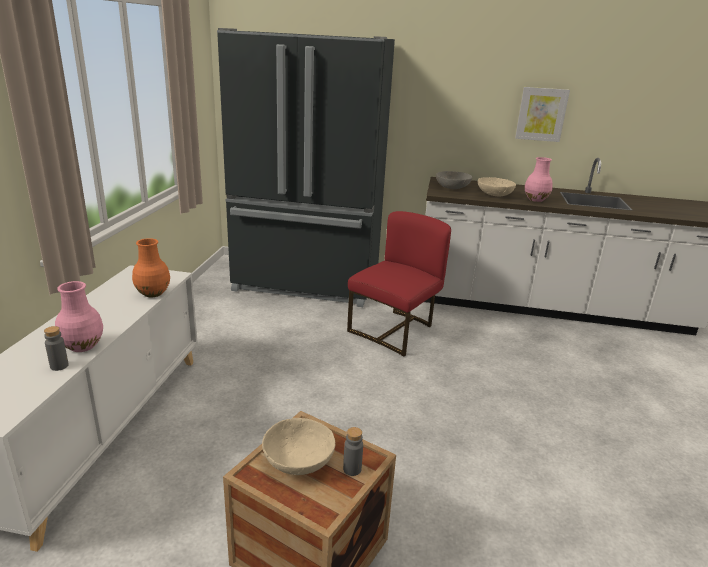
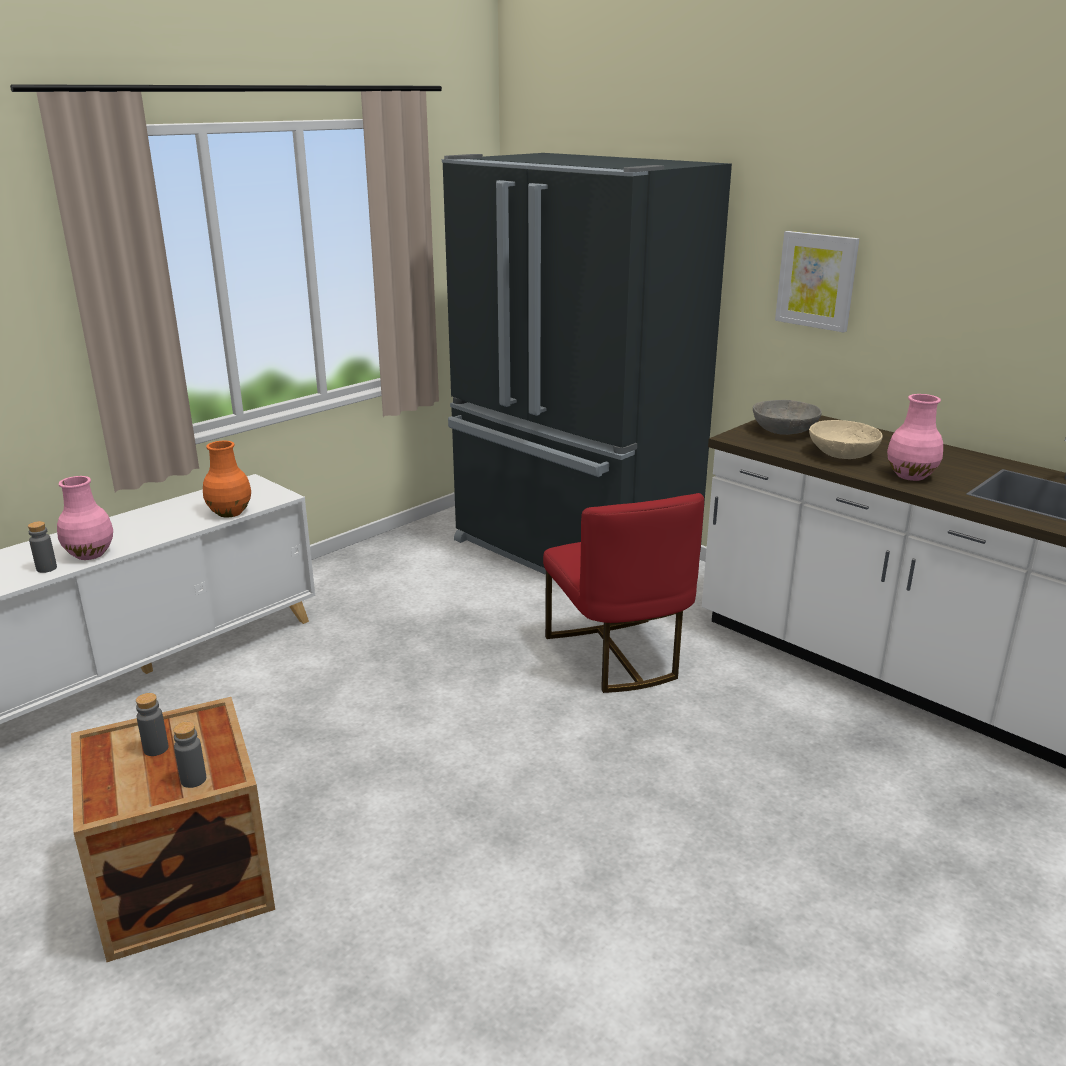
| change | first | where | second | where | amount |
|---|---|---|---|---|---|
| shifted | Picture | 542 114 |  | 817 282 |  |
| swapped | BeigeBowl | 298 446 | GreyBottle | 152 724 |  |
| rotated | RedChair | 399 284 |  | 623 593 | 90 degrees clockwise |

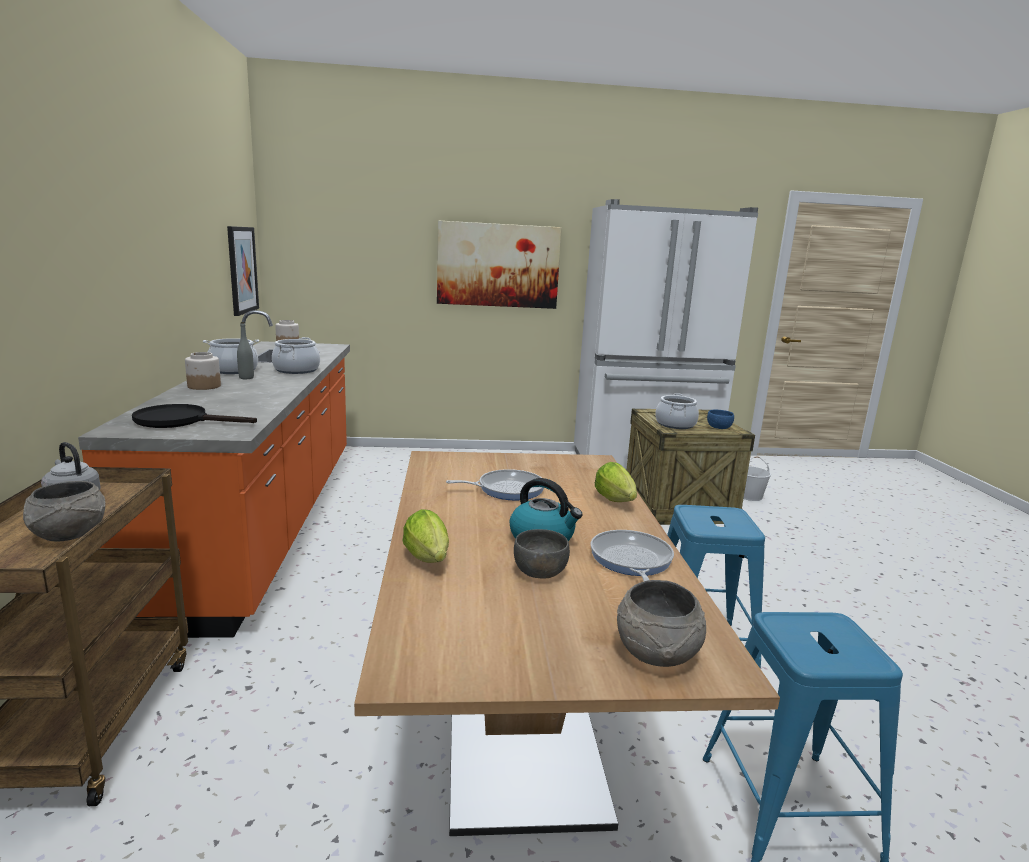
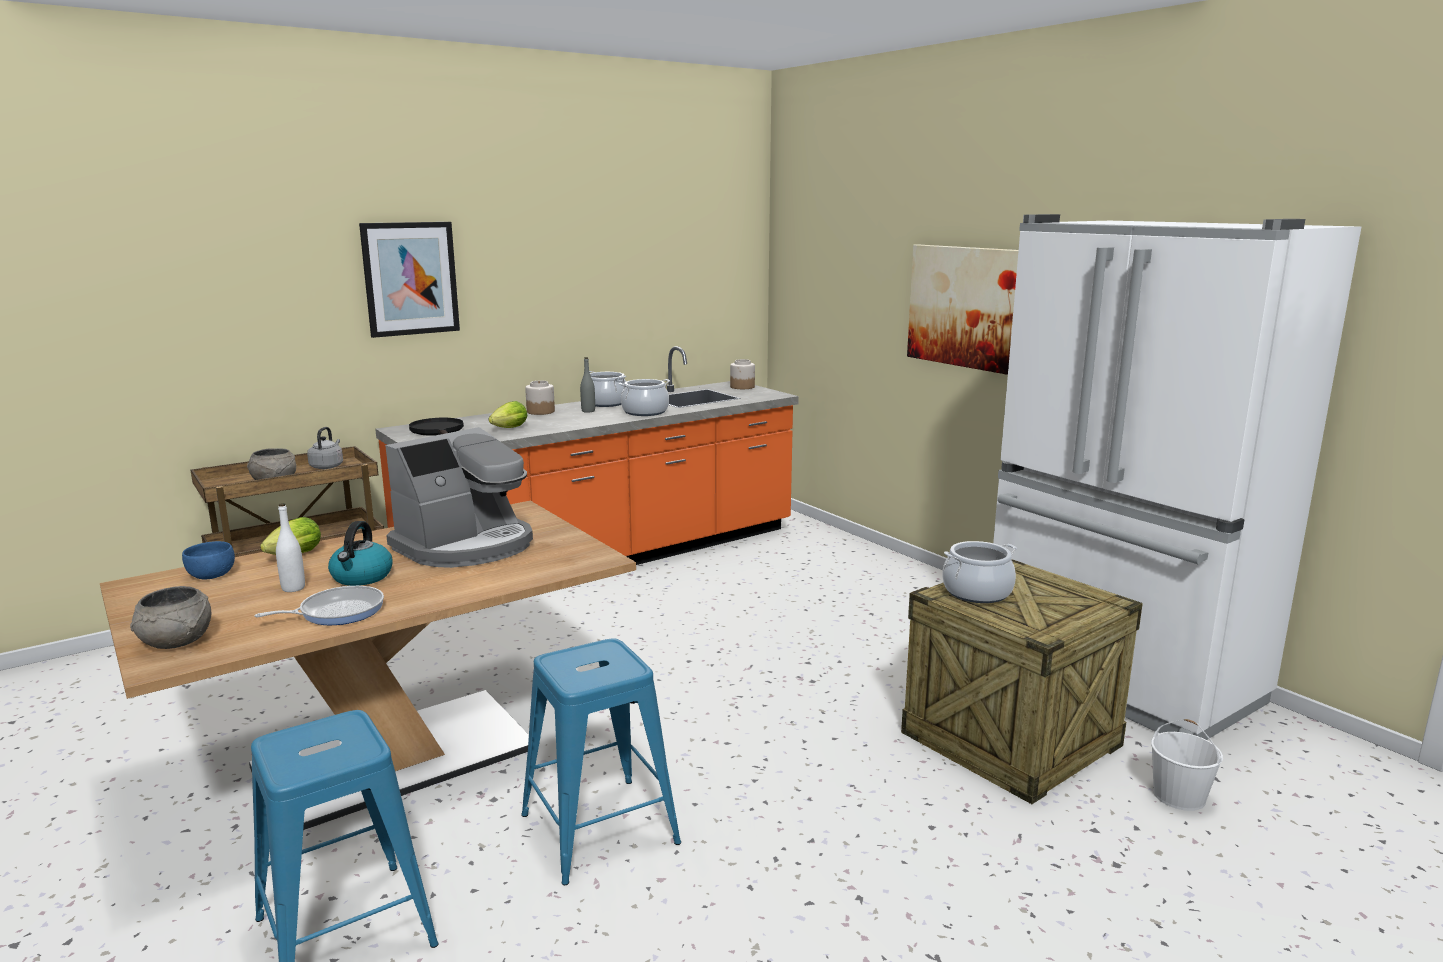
| change | first | where | second | where | amount |
|---|---|---|---|---|---|
| shifted | Picture | 243 271 |  | 409 280 |  |
| shifted | Lettuce | 616 482 |  | 508 414 |  |
| shifted | BlueBowl | 720 419 |  | 208 560 |  |
| swapped | FryingPan | 495 484 | CoffeeMachine | 459 497 |  |
| swapped | GreyBowl | 542 554 | WhiteBottle | 290 547 |  |

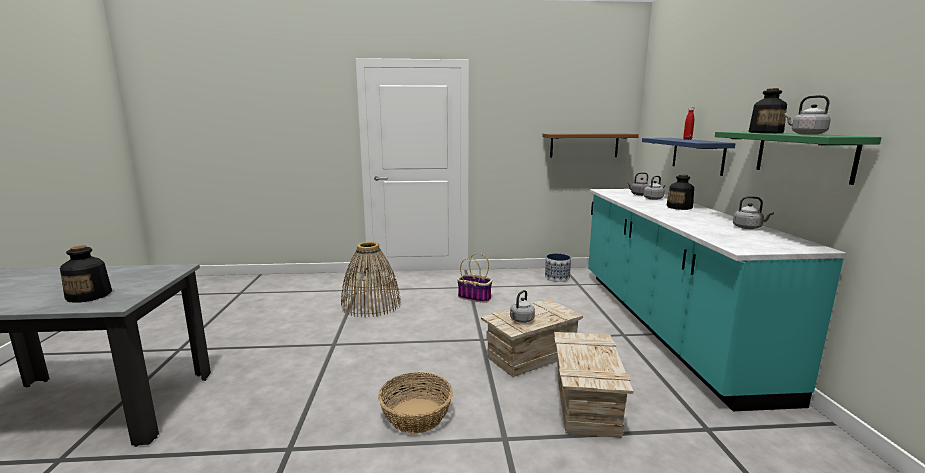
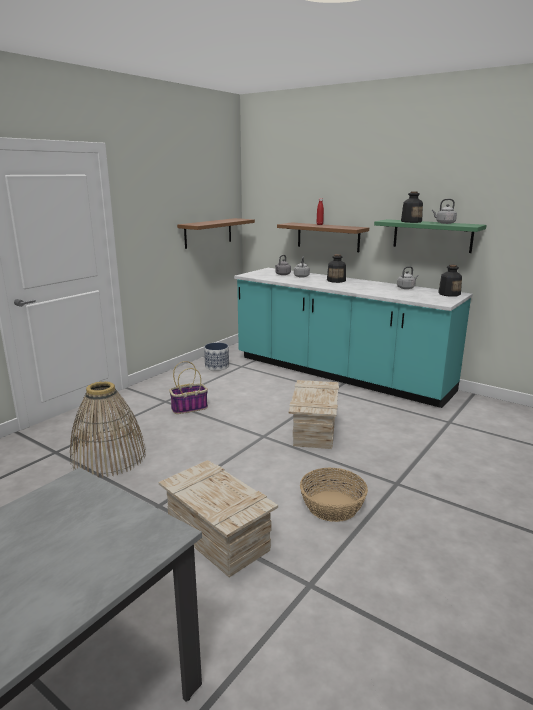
| change | first | where | second | where | amount |
|---|---|---|---|---|---|
| gone | GreyKettle | 522 306 |  |  |  |
| shifted | Bottle | 86 274 |  | 450 281 |  |
| shifted | Crate | 593 385 |  | 218 518 |  |
| repainted | BlueShelf | 688 157 | BrownShelf | 323 237 |  |

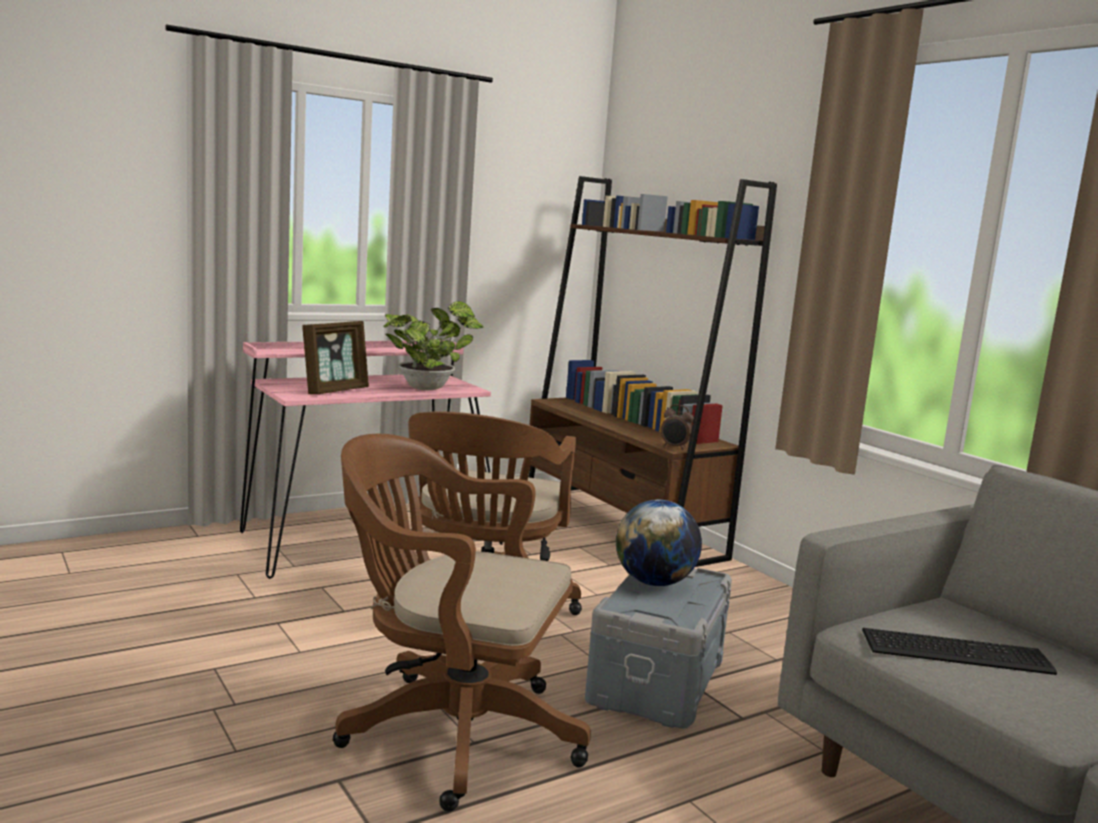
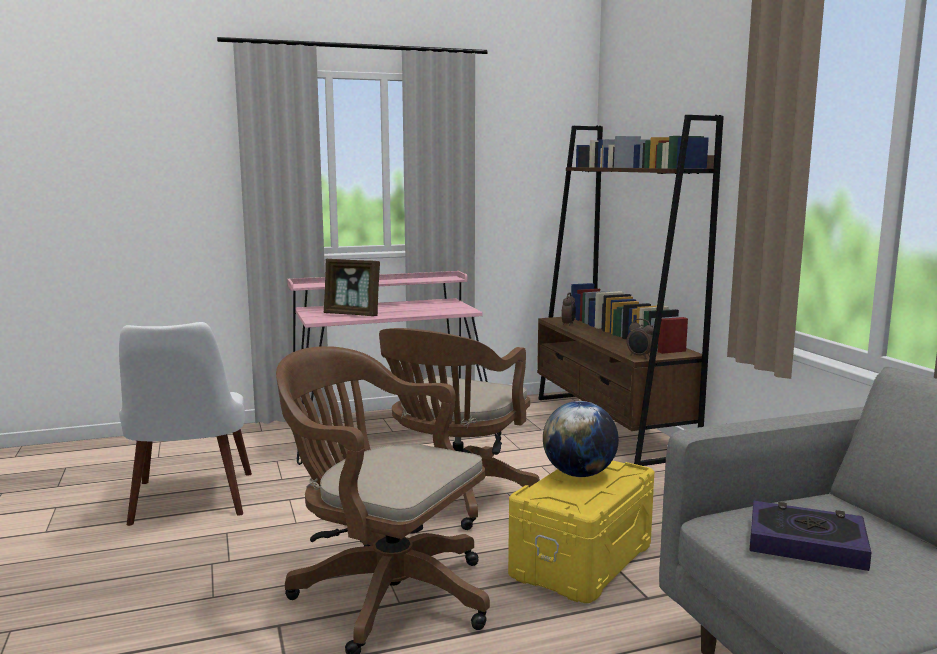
| change | first | where | second | where | amount |
|---|---|---|---|---|---|
| gone | PottedPlant | 433 345 |  |  |  |
| new |  |  | WhiteChair | 185 424 |  |
| new |  |  | AlarmClock | 568 309 |  |
| swapped | Keyboard | 959 651 | Book | 810 536 |  |
| repainted | GreyStorageBox | 658 648 | YellowStorageBox | 581 532 |  |
| rotated | PictureFrame | 335 357 |  | 352 287 | 60 degrees clockwise |

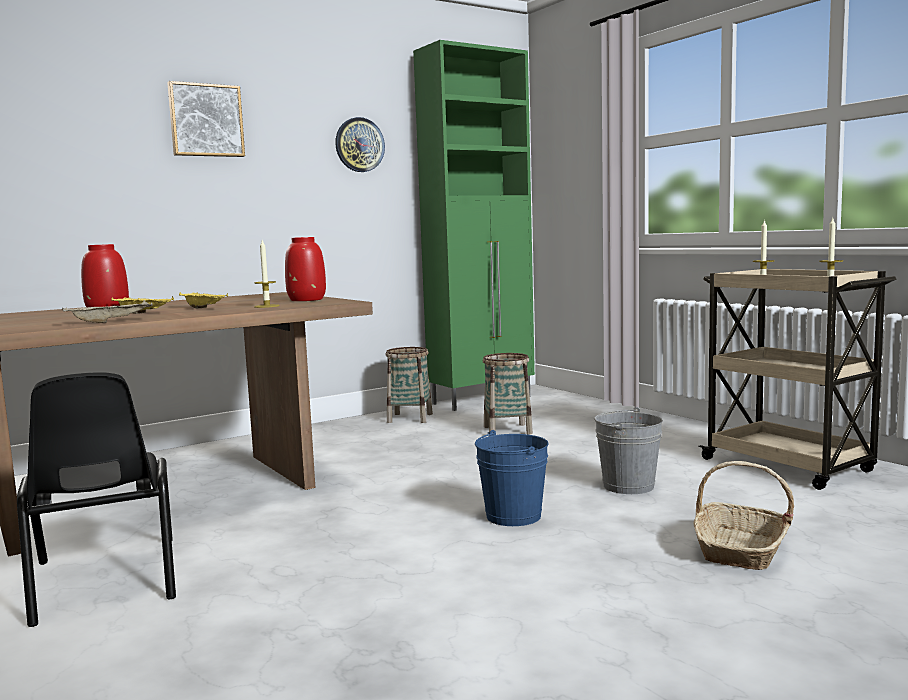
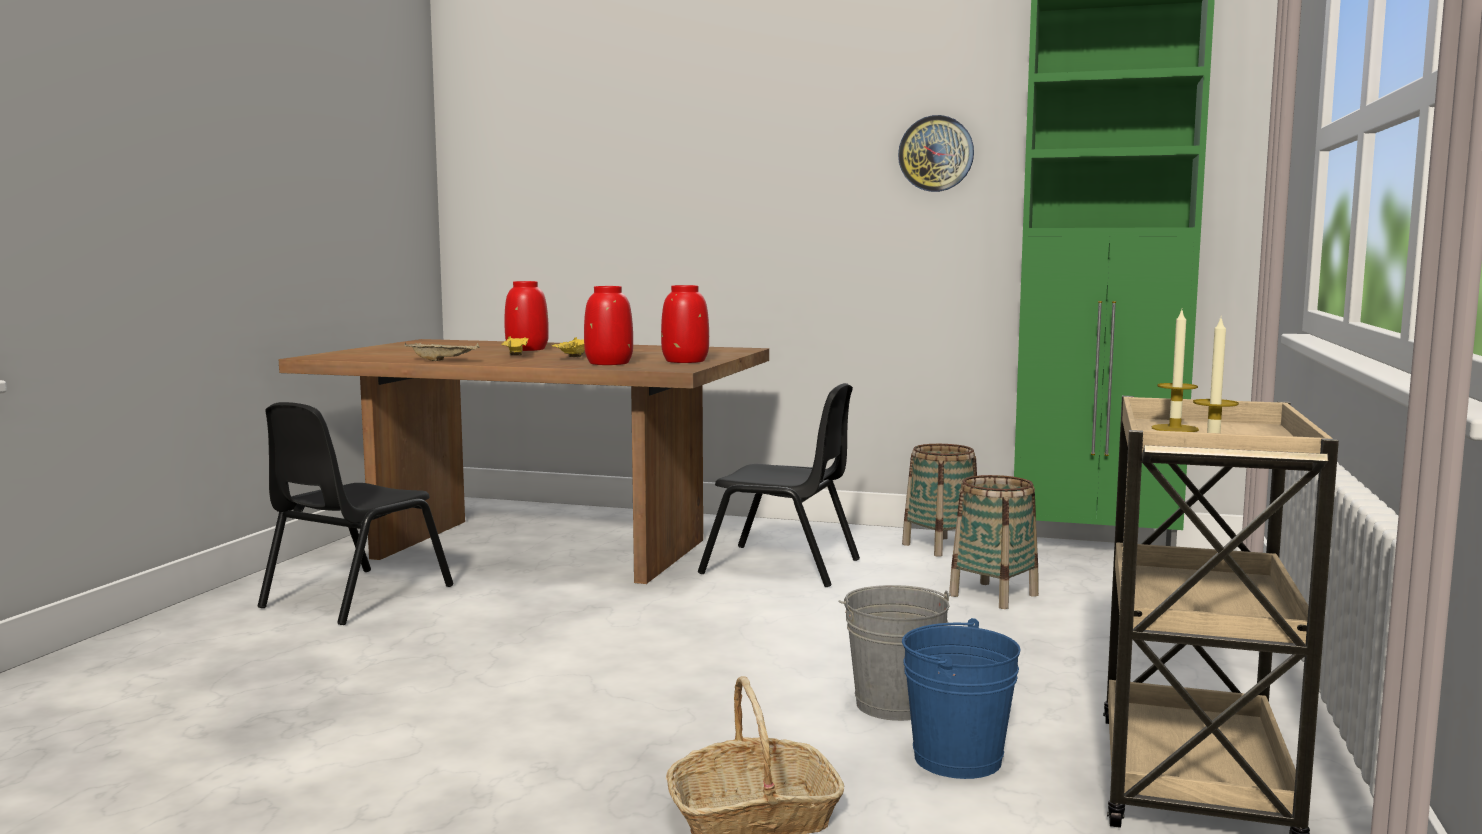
| change | first | where | second | where | amount |
|---|---|---|---|---|---|
| gone | Picture | 206 119 |  |  |  |
| new |  |  | BlackChair | 779 485 |  |
| shifted | BlueBucket | 512 478 |  | 961 698 |  |
| swapped | Candle | 266 274 | RedVase | 608 325 |  |

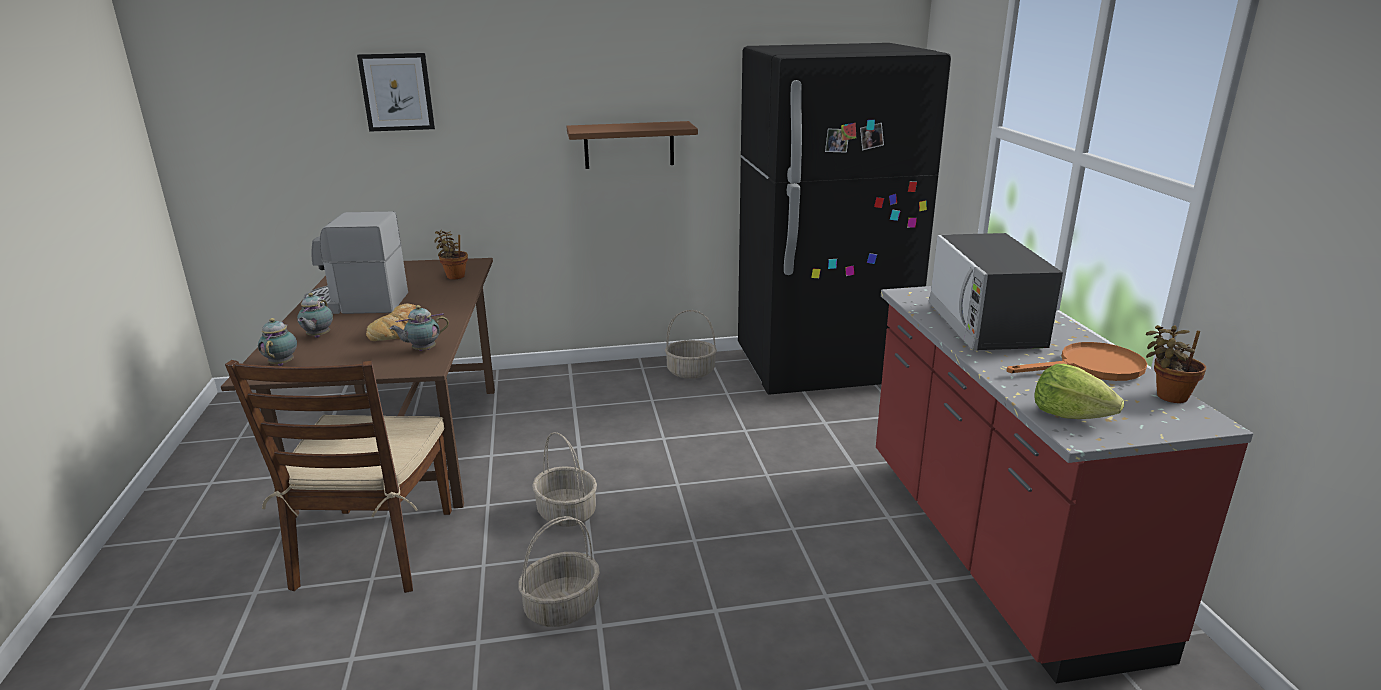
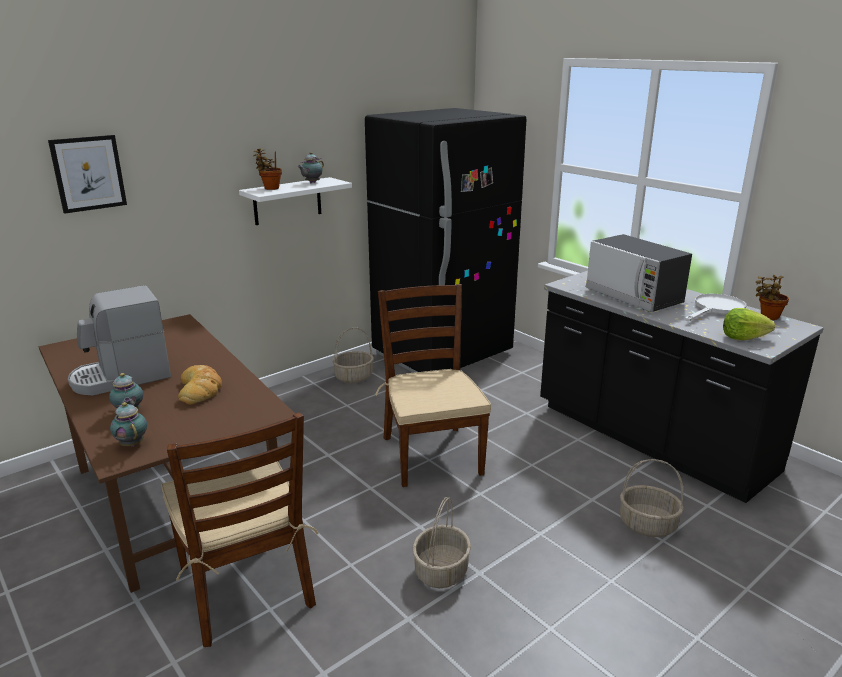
| change | first | where | second | where | amount |
|---|---|---|---|---|---|
| new |  |  | BrownChair | 433 385 |  |
| shifted | Teapot | 419 328 |  | 311 167 |  |
| shifted | PottedPlant | 451 255 |  | 267 169 |  |
| shifted | Basket | 564 479 |  | 652 498 |  |
| repainted | BrownShelf | 632 145 | WhiteShelf | 295 201 |  |
| repainted | RedCounter | 1064 484 | BlackCounter | 682 387 |  |
| repainted | OrangeFryingPan | 1076 361 | WhiteFryingPan | 715 307 |  |

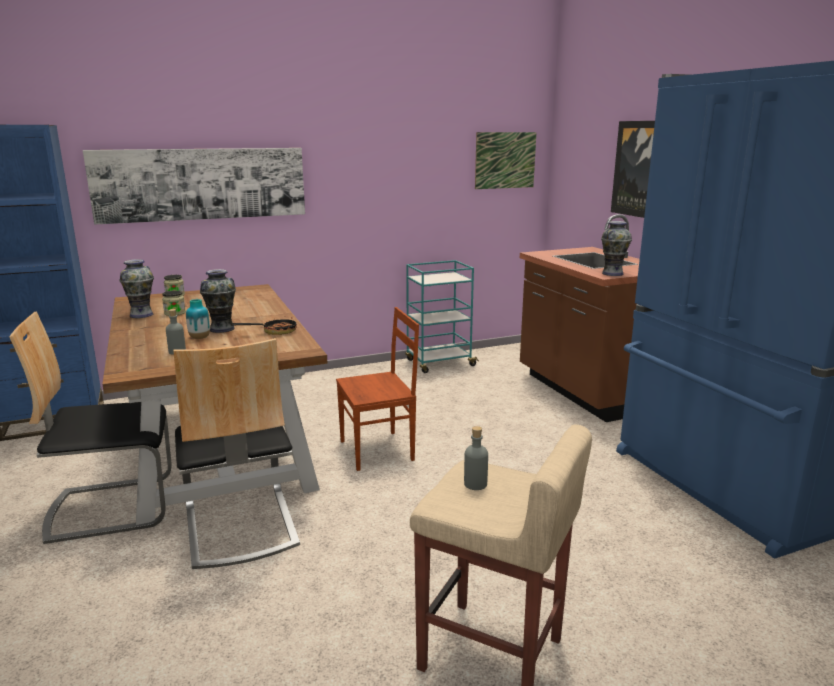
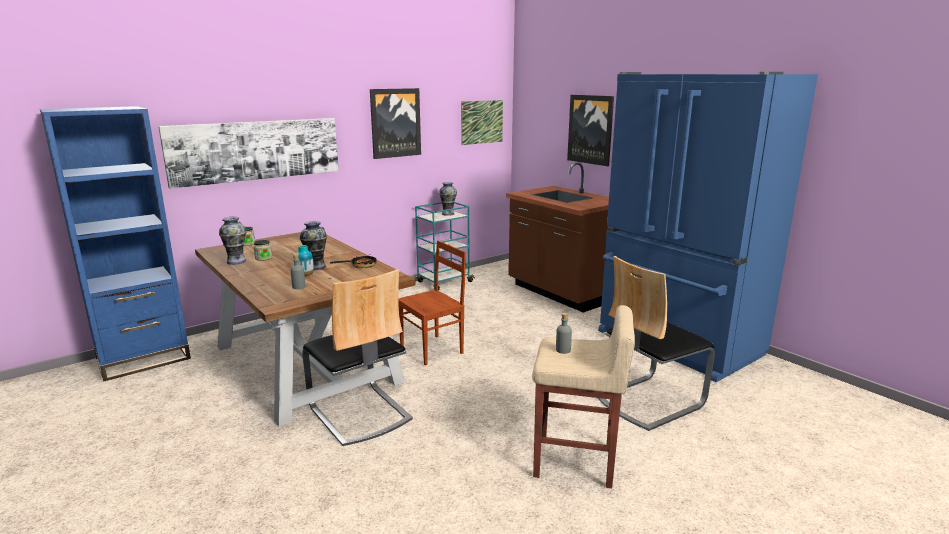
| change | first | where | second | where | amount |
|---|---|---|---|---|---|
| new |  |  | Picture | 395 123 |  |
| shifted | Chair | 90 427 |  | 656 343 |  |
| shifted | Vase | 616 248 |  | 448 199 |  |

